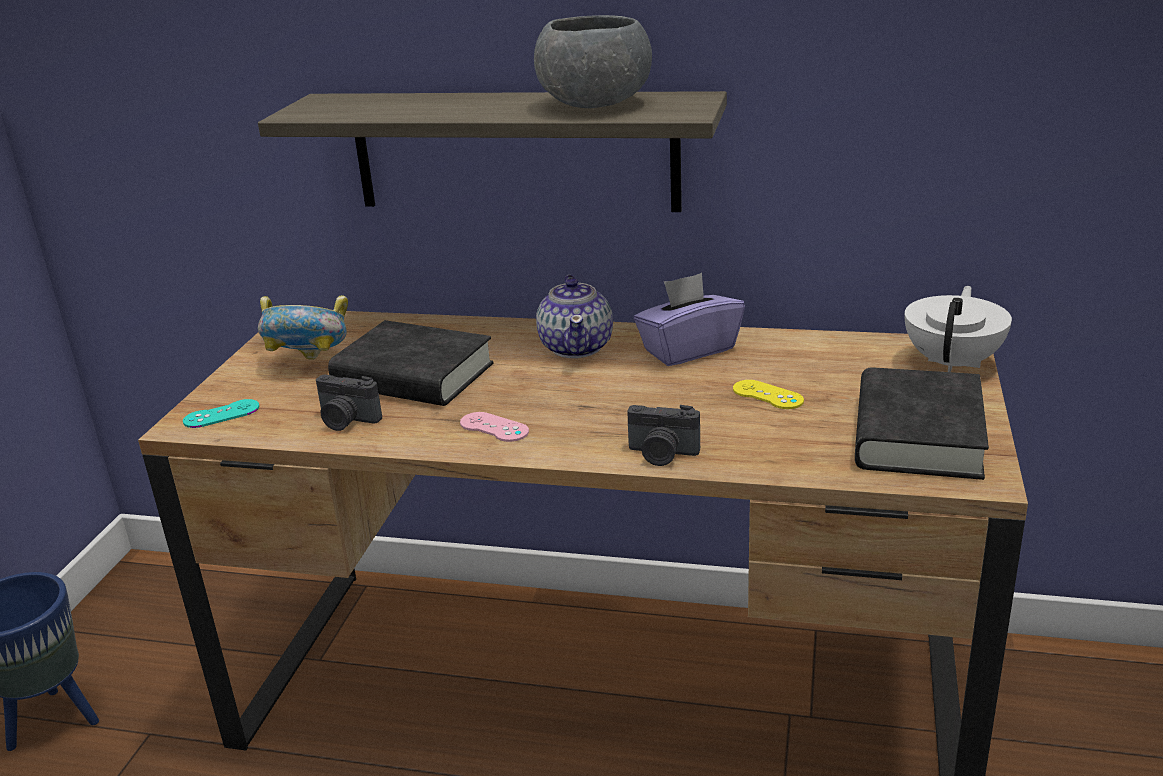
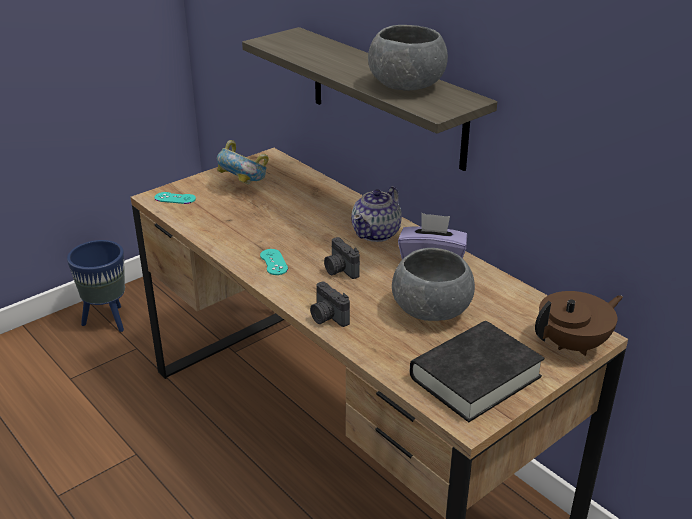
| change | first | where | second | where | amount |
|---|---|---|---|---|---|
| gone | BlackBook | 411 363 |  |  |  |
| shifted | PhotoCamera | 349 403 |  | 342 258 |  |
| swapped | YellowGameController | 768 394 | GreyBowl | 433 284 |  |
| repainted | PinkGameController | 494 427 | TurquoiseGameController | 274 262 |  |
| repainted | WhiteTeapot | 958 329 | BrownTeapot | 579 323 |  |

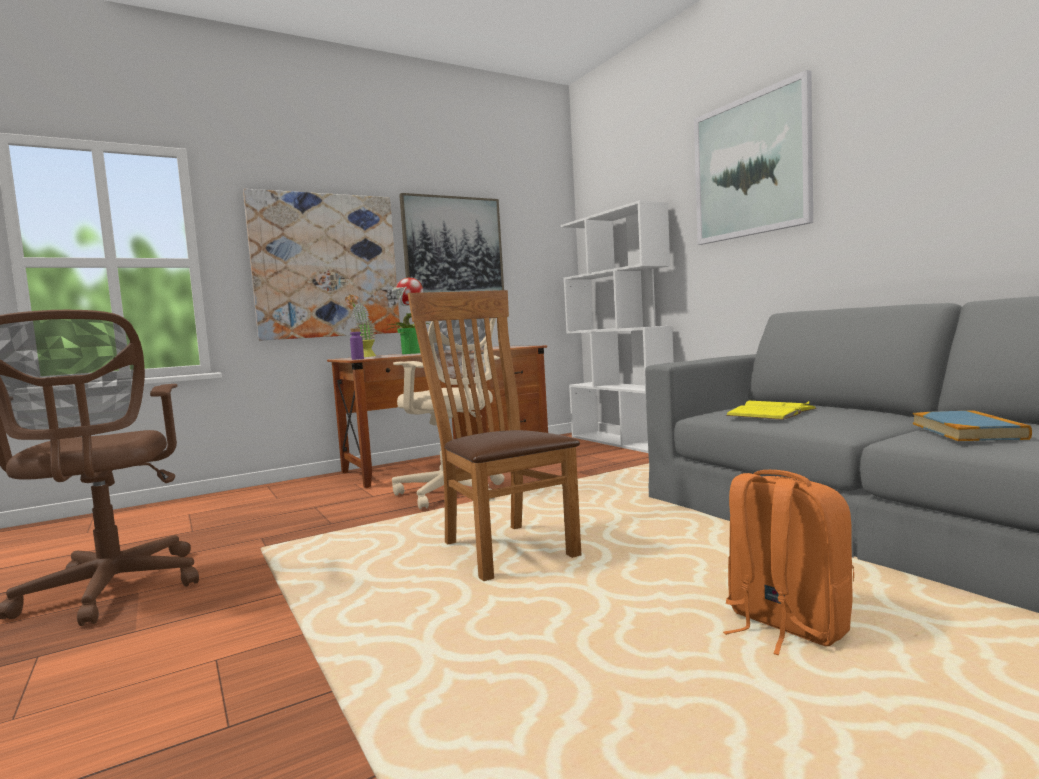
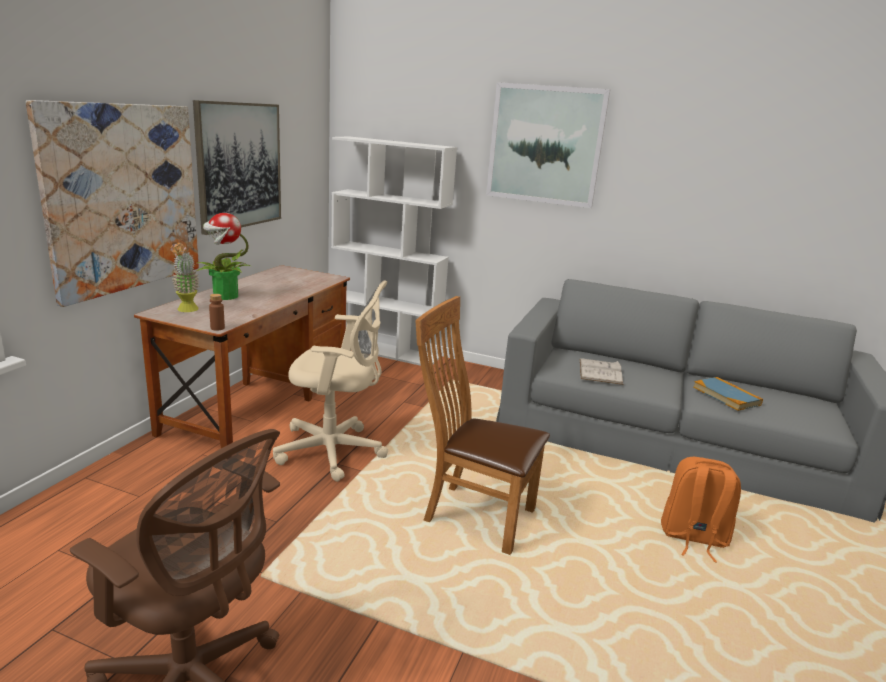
| change | first | where | second | where | amount |
|---|---|---|---|---|---|
| repainted | PurpleBottle | 357 344 | BrownBottle | 217 312 |  |
| repainted | YellowBook | 771 410 | WhiteBook | 601 371 |  |

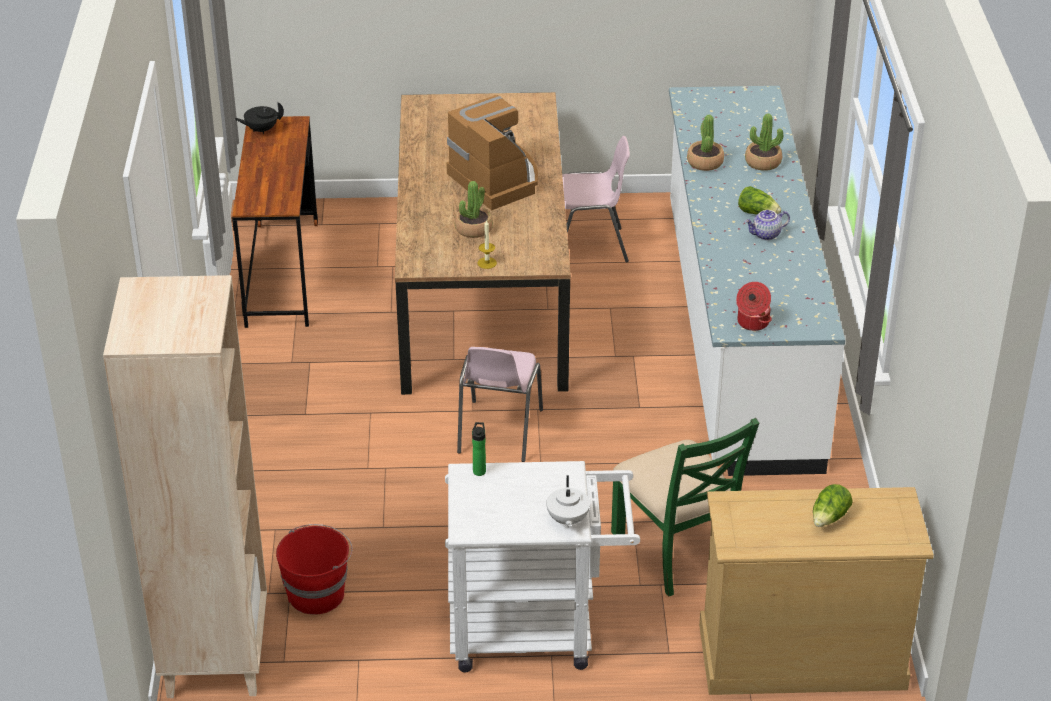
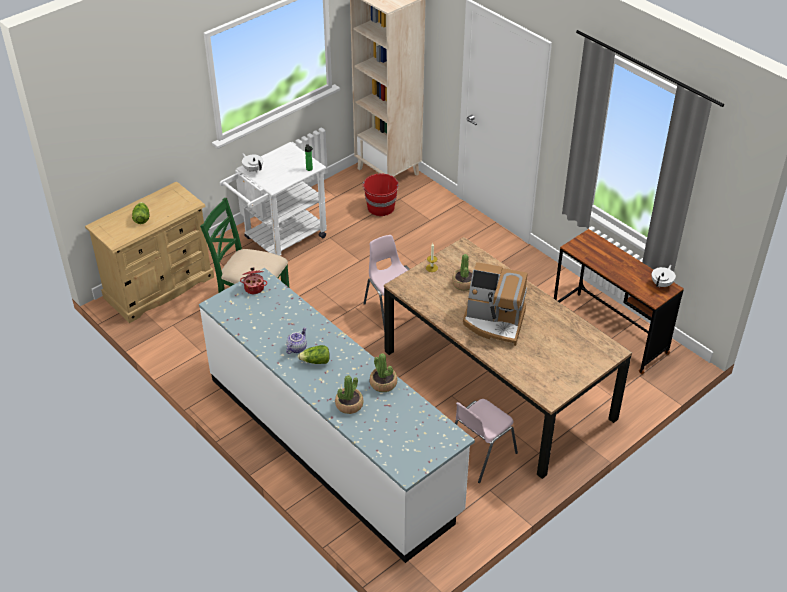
| change | first | where | second | where | amount |
|---|---|---|---|---|---|
| repainted | BlackTeapot | 259 118 | WhiteTeapot | 664 276 |  |

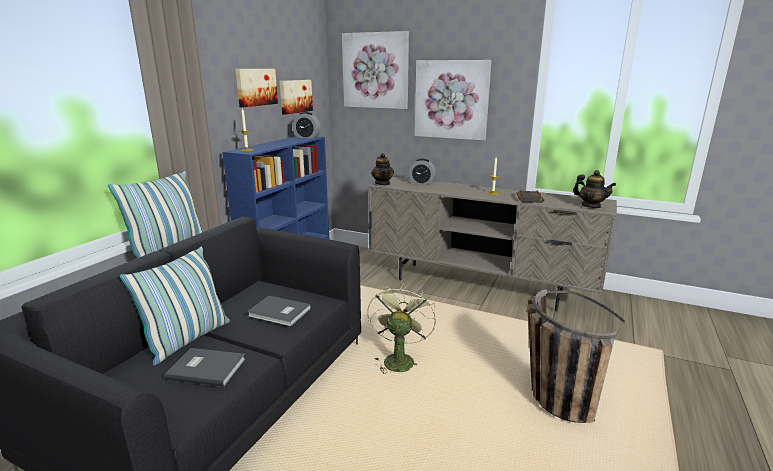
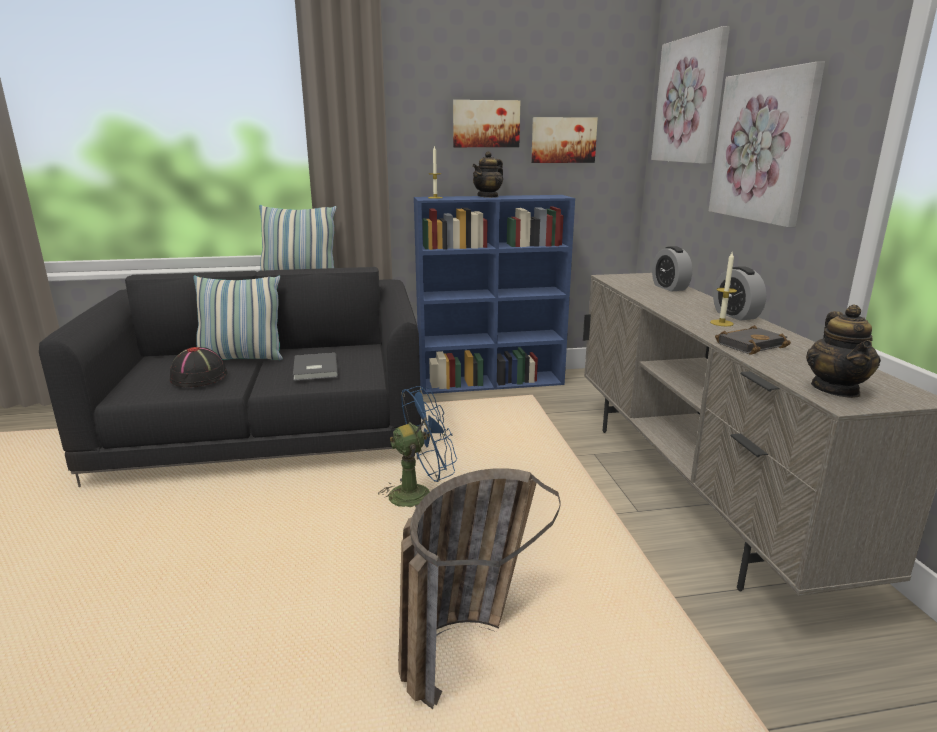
| change | first | where | second | where | amount |
|---|---|---|---|---|---|
| shifted | AlarmClock | 307 125 |  | 740 293 |  |
| shifted | Teapot | 382 169 |  | 487 174 |  |
| swapped | GreyBook | 204 367 | BlackHat | 199 367 |  |
| repainted | GreenFan | 401 328 | BlueFan | 418 446 |  |

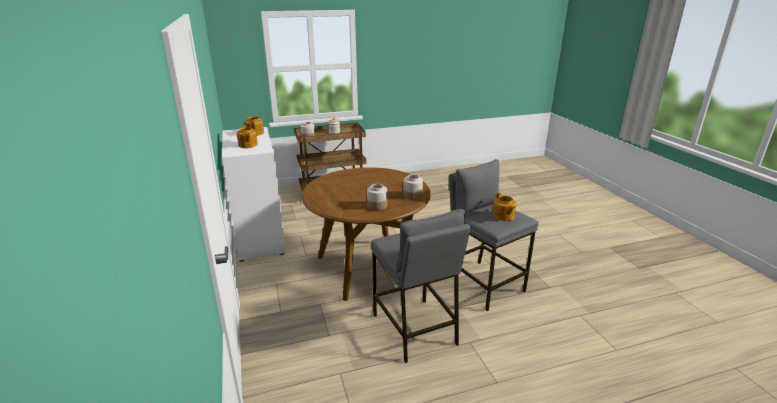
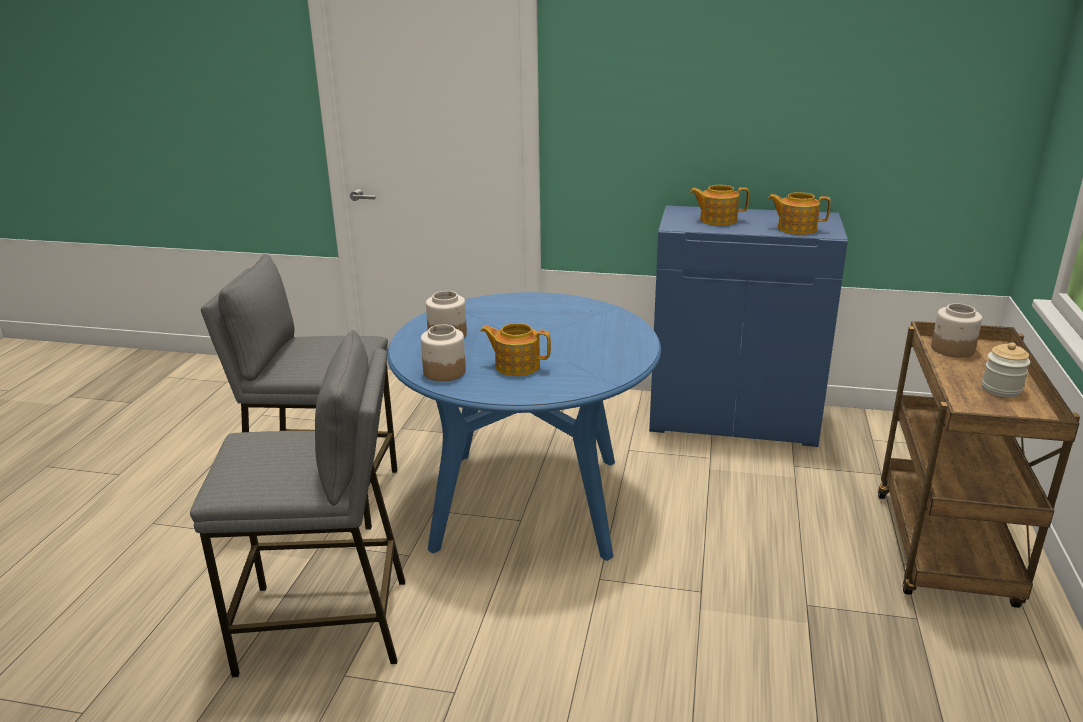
| change | first | where | second | where | amount |
|---|---|---|---|---|---|
| shifted | Teapot | 504 207 |  | 516 349 |  |
| repainted | WhiteCabinet | 254 194 | BlueCabinet | 748 326 |  |
| repainted | BrownDiningTable | 366 234 | BlueDiningTable | 524 426 |  |

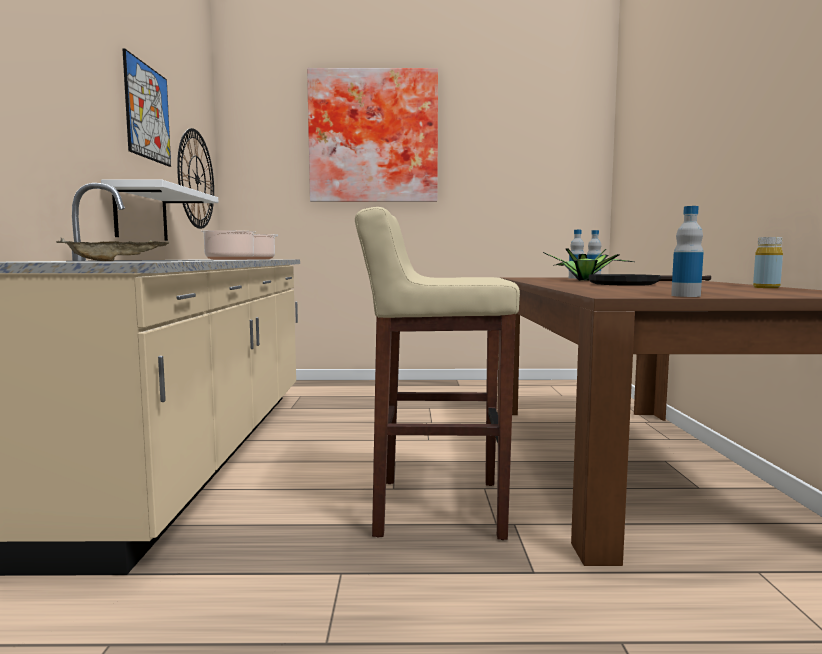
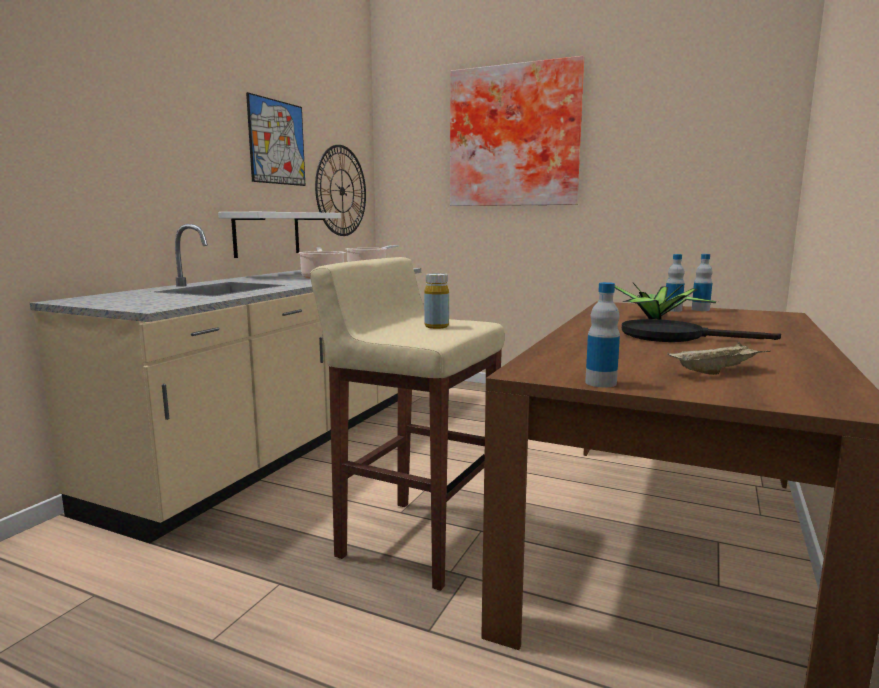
| change | first | where | second | where | amount |
|---|---|---|---|---|---|
| shifted | BeigeTray | 112 249 |  | 719 358 |  |
| shifted | YellowBottle | 768 262 |  | 436 301 |  |

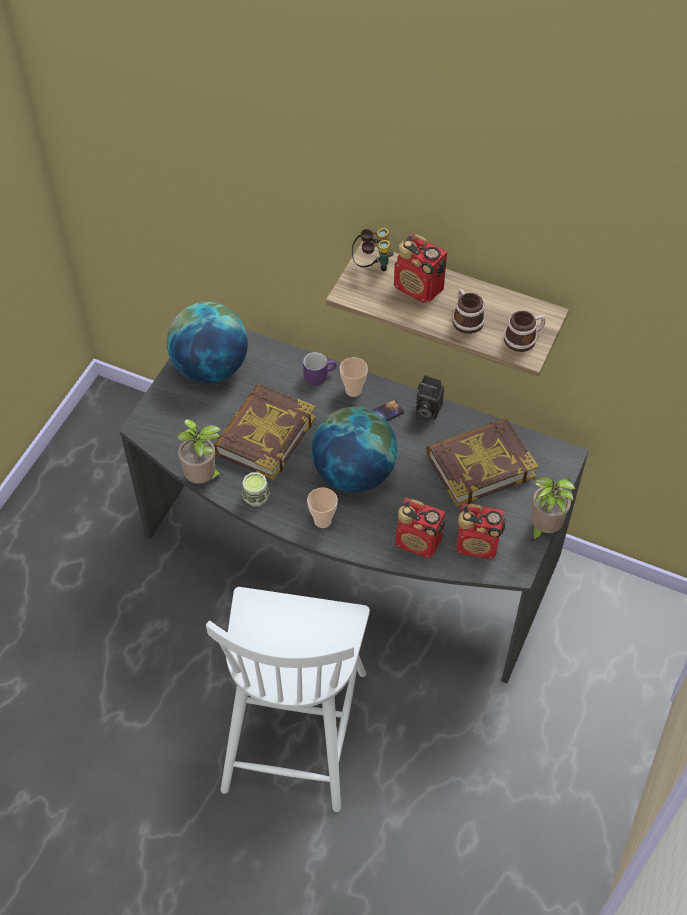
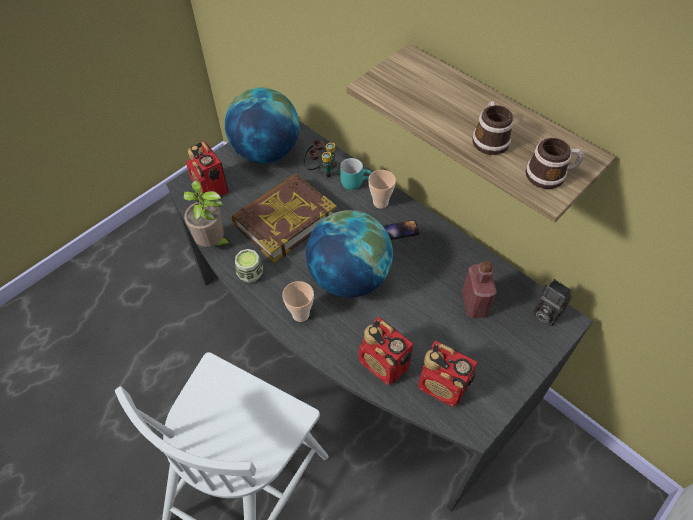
| change | first | where | second | where | amount |
|---|---|---|---|---|---|
| gone | PottedPlant | 553 509 |  |  |  |
| shifted | Binoculars | 373 249 |  | 320 158 |  |
| shifted | Radio | 420 268 |  | 207 168 |  |
| shifted | PhotoCamera | 430 397 |  | 552 302 |  |
| swapped | Book | 482 462 | RedBottle | 479 289 |  |
| repainted | PurpleMug | 320 369 | TurquoiseMug | 356 174 |  |

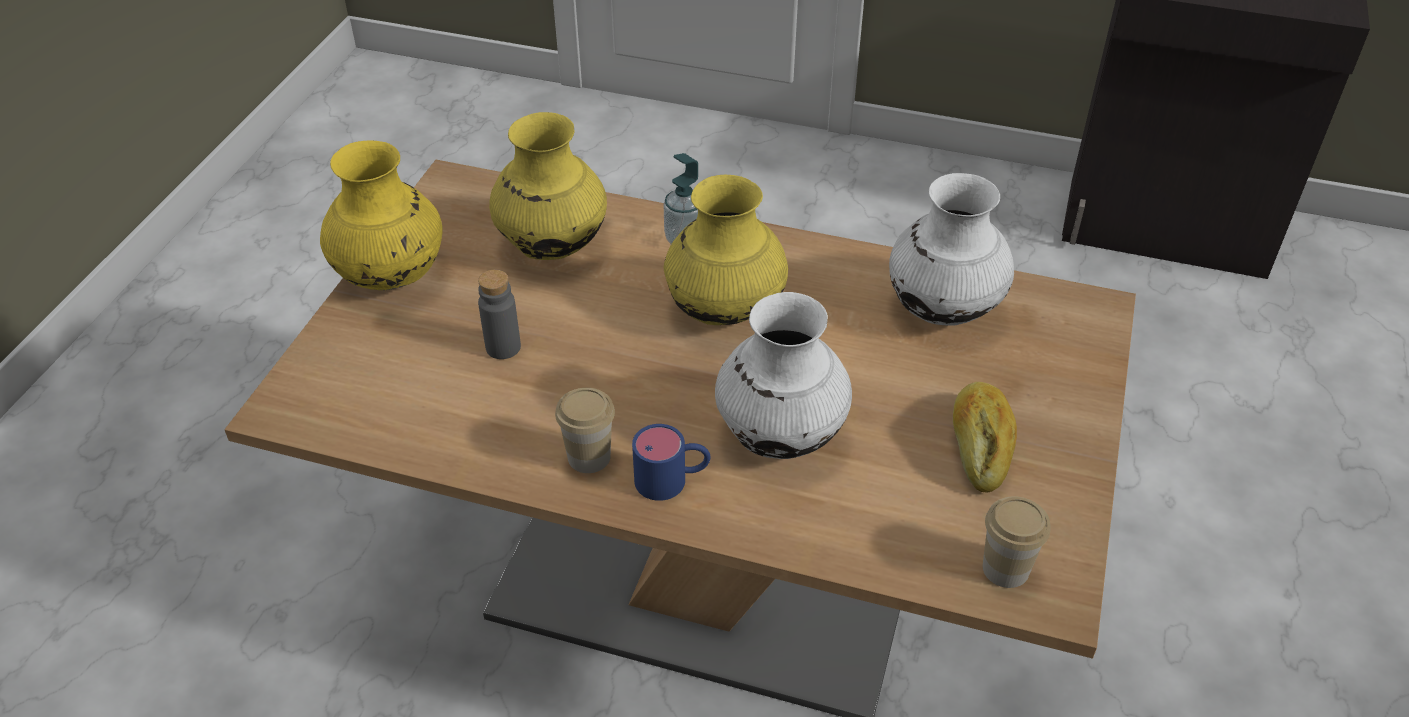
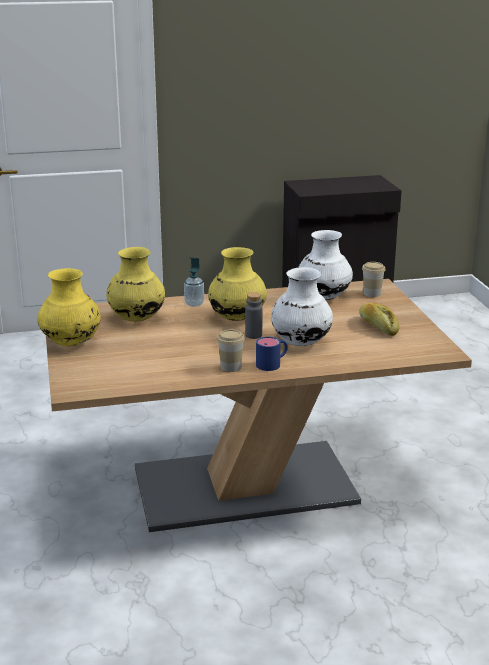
| change | first | where | second | where | amount |
|---|---|---|---|---|---|
| shifted | GreyBottle | 499 314 |  | 253 315 |  |
| shifted | Cup | 1016 542 |  | 373 279 |  |

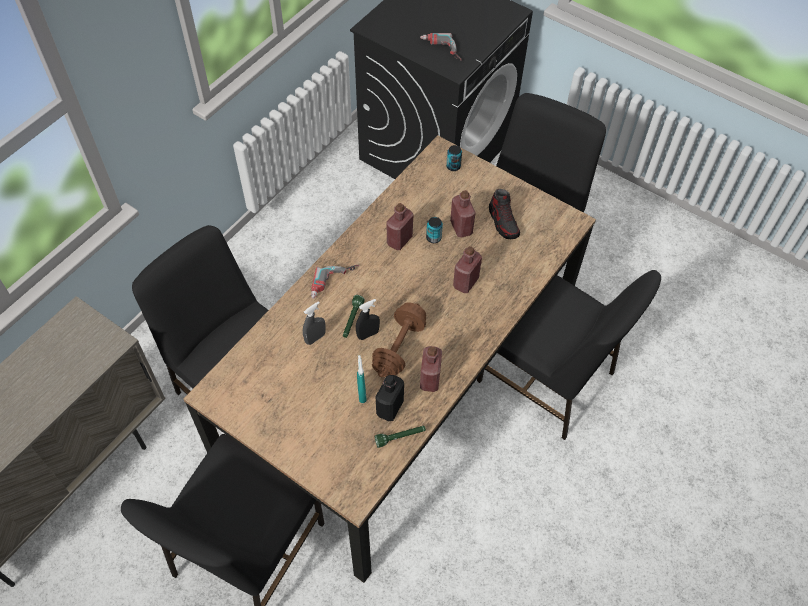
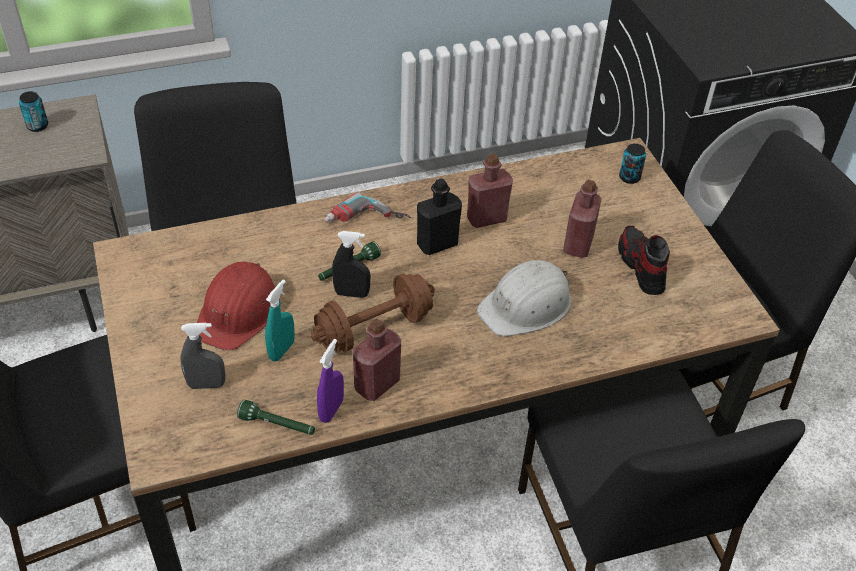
| change | first | where | second | where | amount |
|---|---|---|---|---|---|
| gone | PowerDrill | 441 47 |  |  |  |
| new |  |  | RedHardHat | 238 306 |  |
| new |  |  | PurpleSprayBottle | 330 381 |  |
| shifted | GreySprayBottle | 314 323 |  | 203 356 |  |
| shifted | BlackBottle | 389 398 |  | 439 217 |  |
| shifted | Can | 434 230 |  | 33 111 |  |
| swapped | RedBottle | 467 269 | WhiteHardHat | 524 298 |  |
| rotated | Shoe | 504 214 |  | 644 260 | 150 degrees clockwise |

